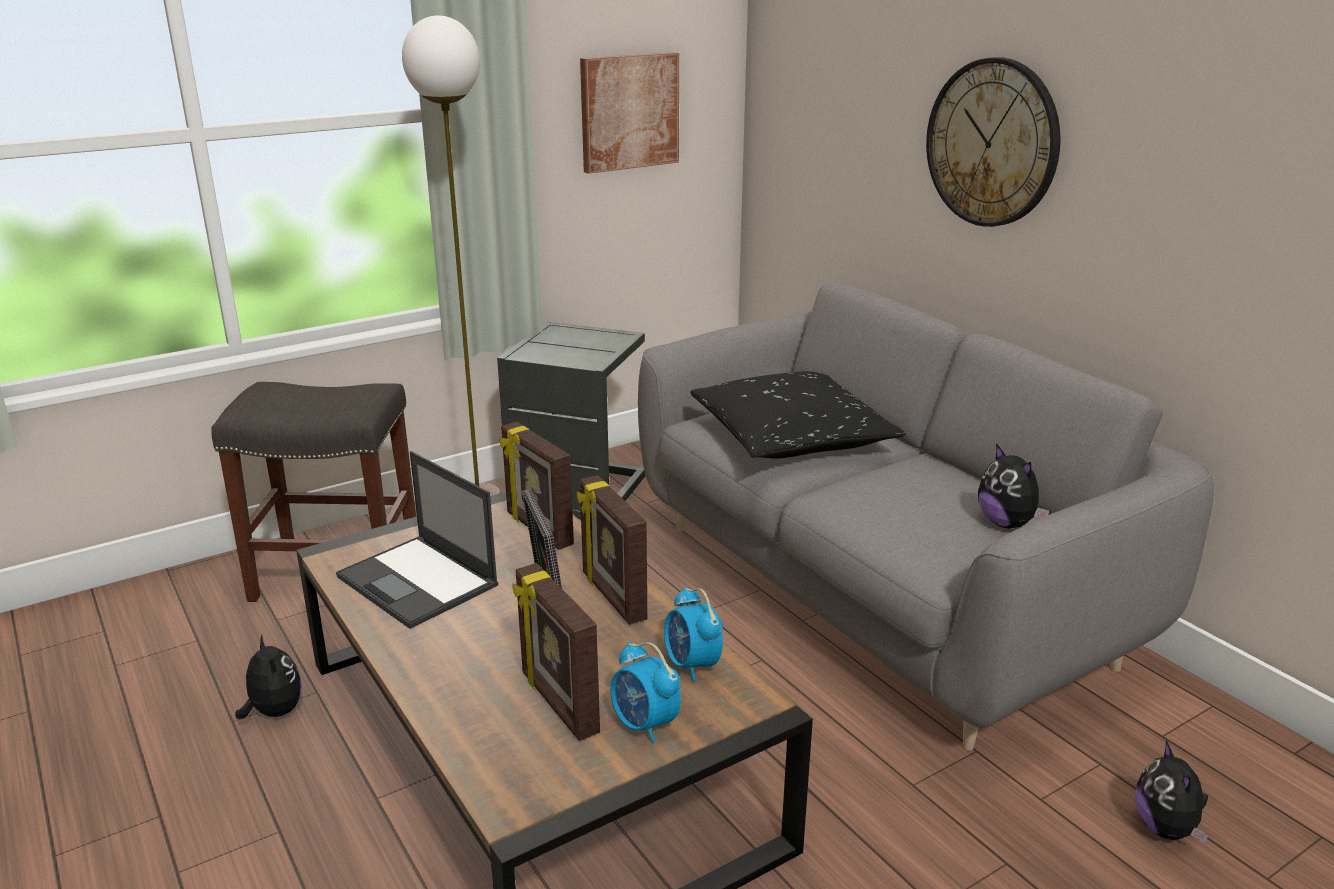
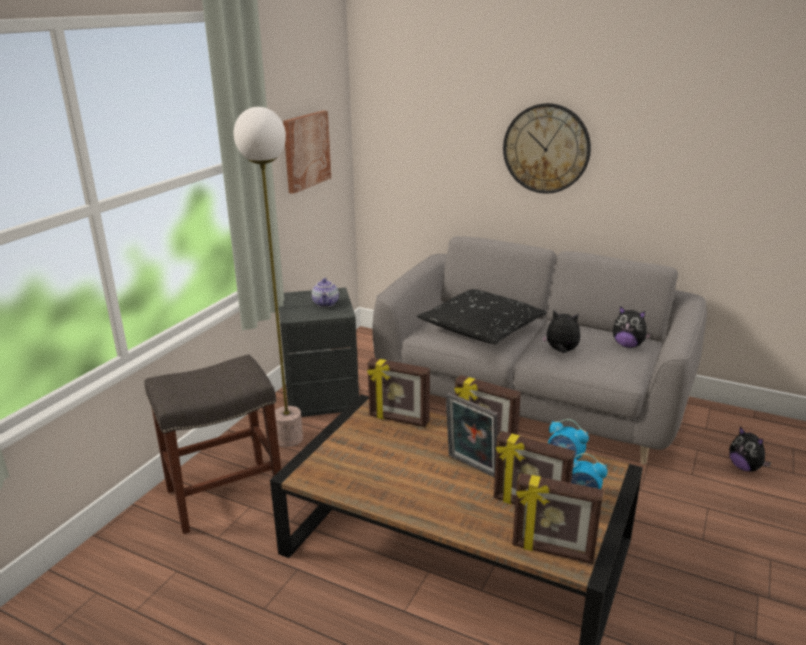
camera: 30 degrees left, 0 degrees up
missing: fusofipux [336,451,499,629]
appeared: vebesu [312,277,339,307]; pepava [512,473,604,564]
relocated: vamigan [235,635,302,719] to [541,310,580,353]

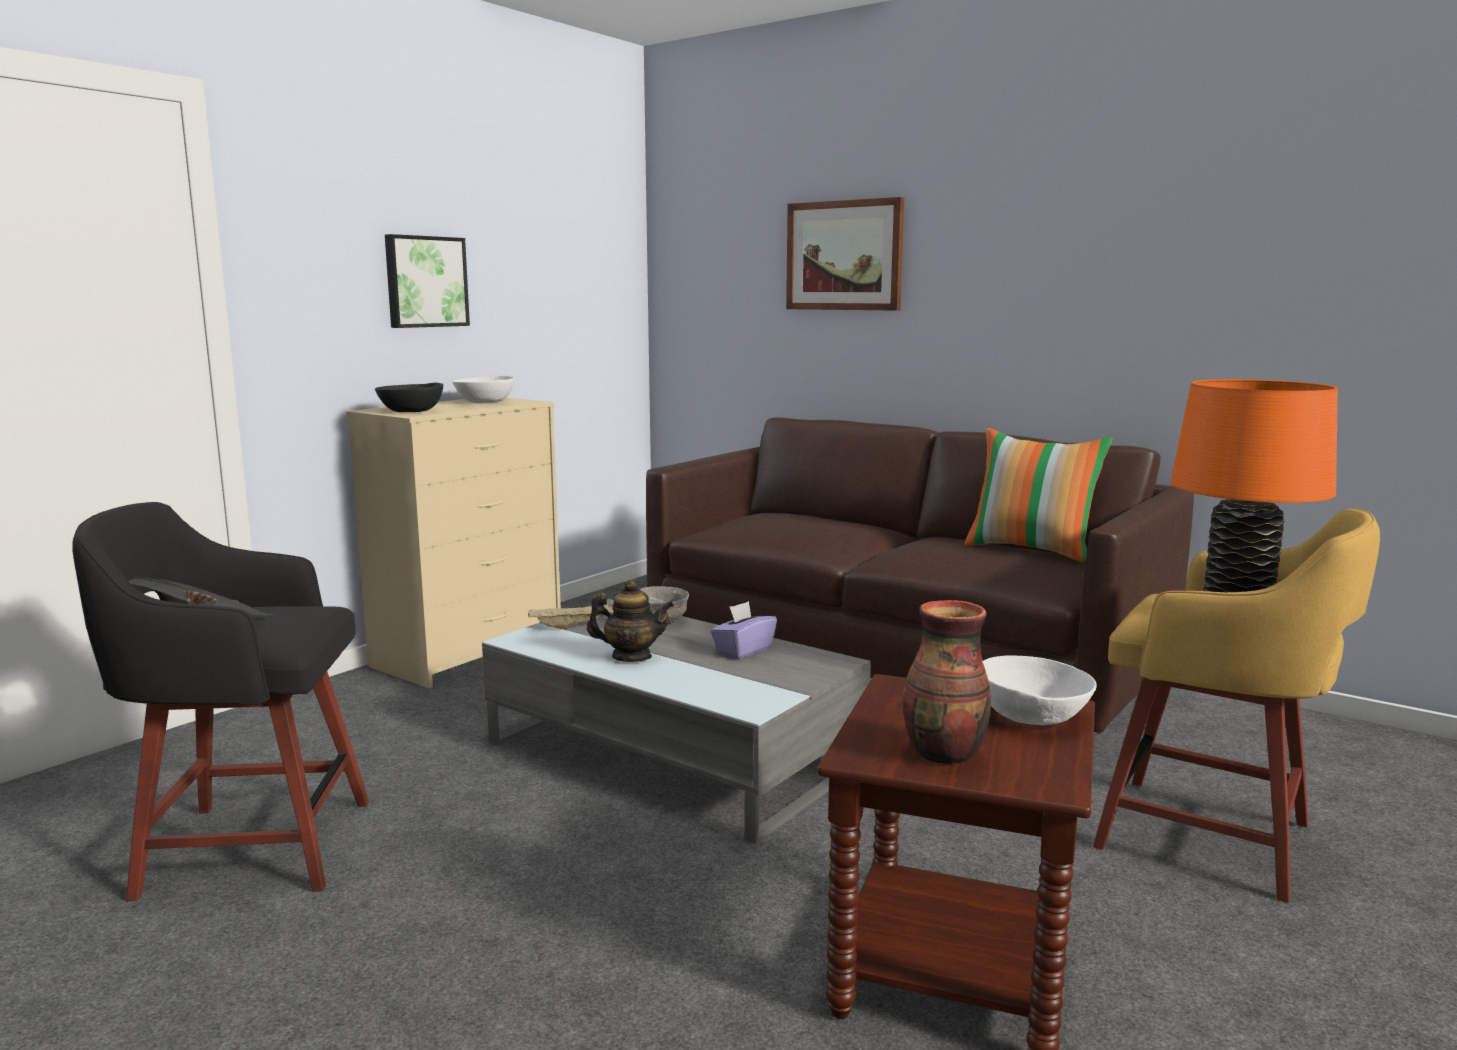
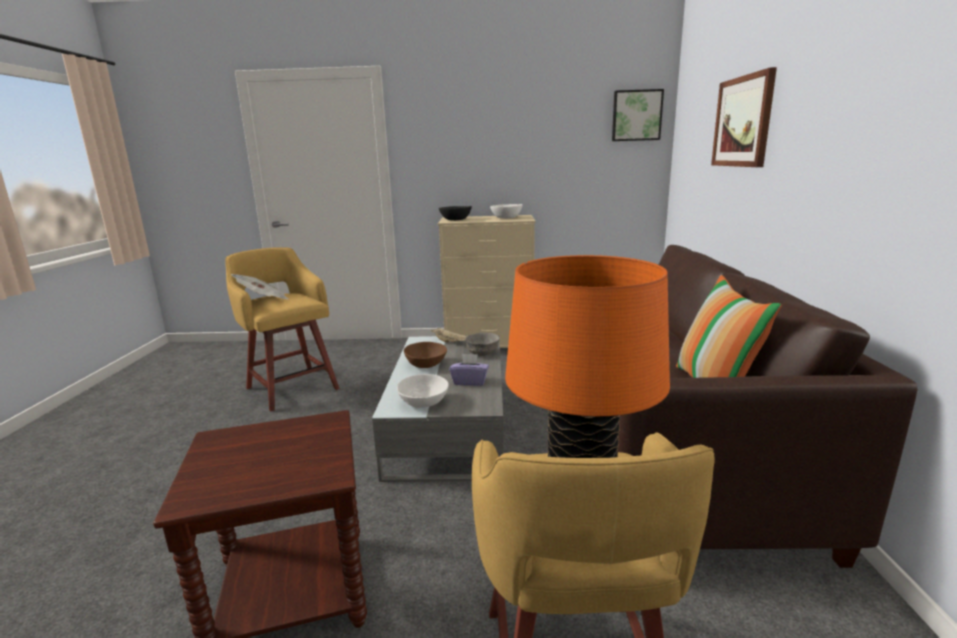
camera: 55 degrees right, 5 degrees up
missing: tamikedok [902,600,991,765]
relocated: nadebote [385,234,470,328] to [612,89,664,141]; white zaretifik [983,655,1097,725] to [397,374,449,408]
exchanged: vebesu [587,580,674,662] to brown zaretifik [404,342,447,368]
colour: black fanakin [72,502,369,901] to yellow fanakin [225,247,340,411]

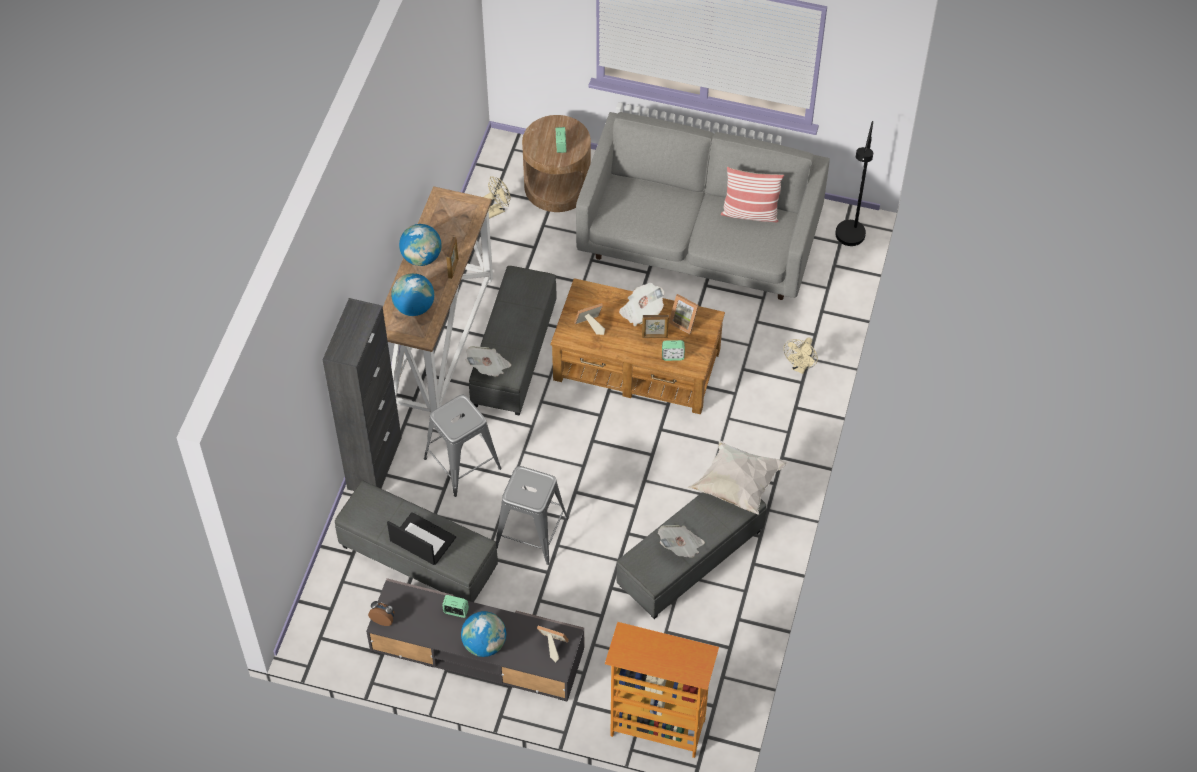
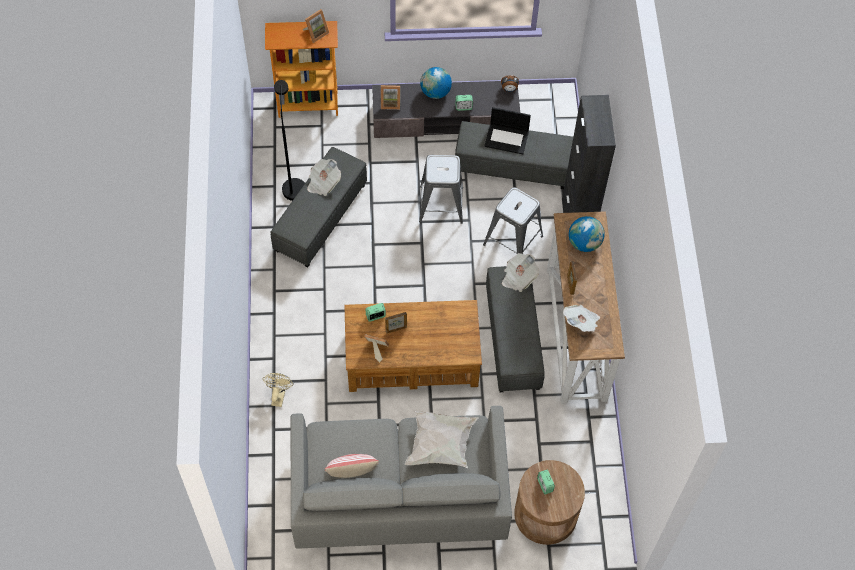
camera: 160 degrees right, 5 degrees up
missing: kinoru [399,224,442,266]; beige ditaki [484,176,511,219]
relocated: pepava [574,303,605,335] to [303,9,329,43]; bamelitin [619,283,665,326] to [563,305,600,332]; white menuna [688,440,788,515] to [405,411,479,468]; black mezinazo [835,121,873,246] to [274,80,305,201]

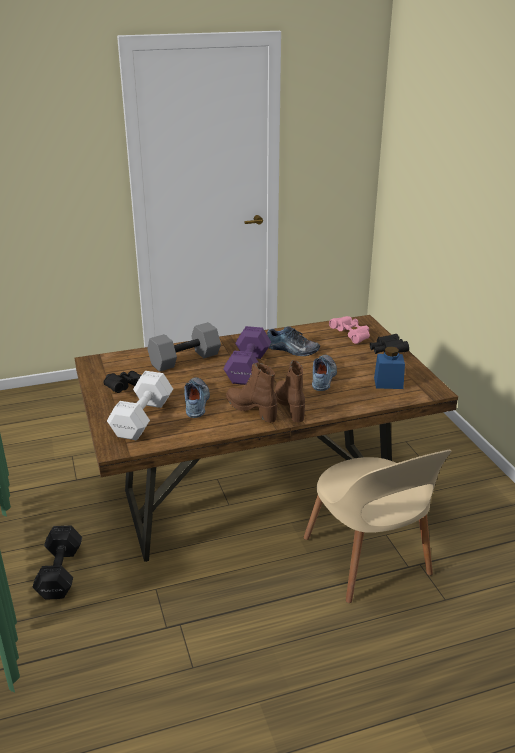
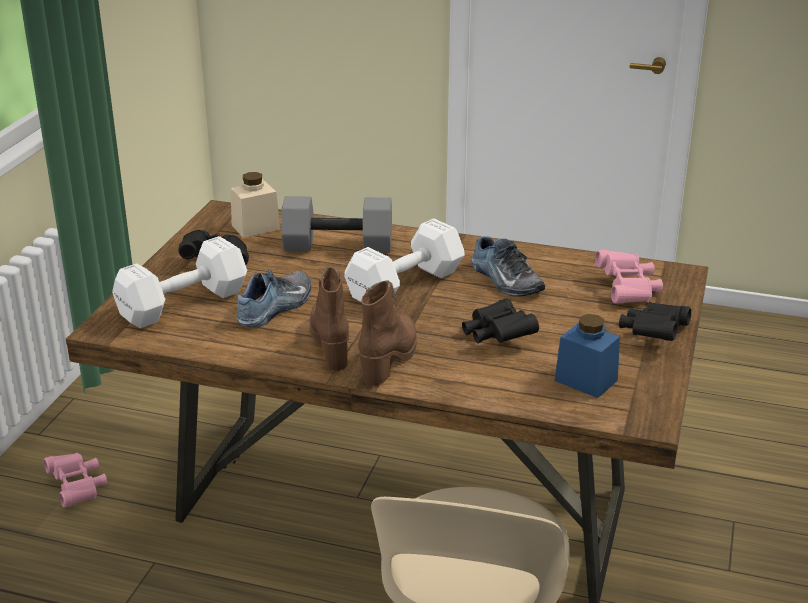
camera: 35 degrees right, 0 degrees up
appeared: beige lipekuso [231,172,280,238]
exchanged: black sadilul [32,526,82,600] to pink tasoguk [44,453,107,508]; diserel [312,355,337,391] to black tasoguk [462,298,539,344]
colour: purple sadilul [223,326,271,385] to white sadilul [344,218,465,302]

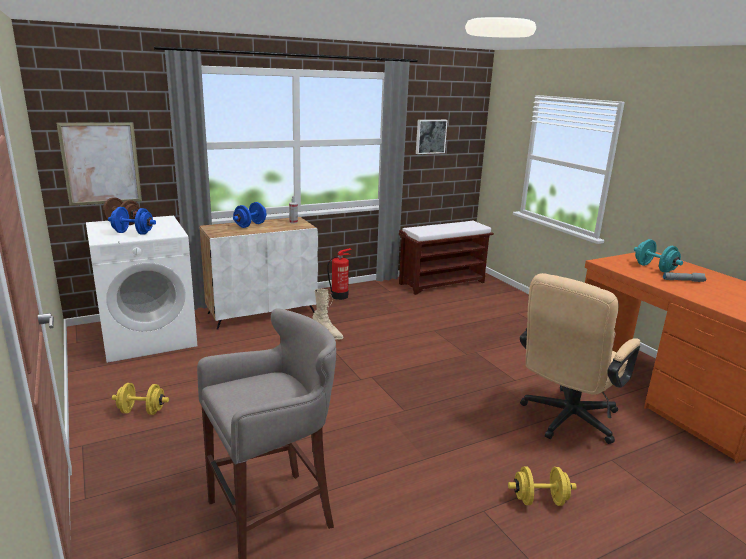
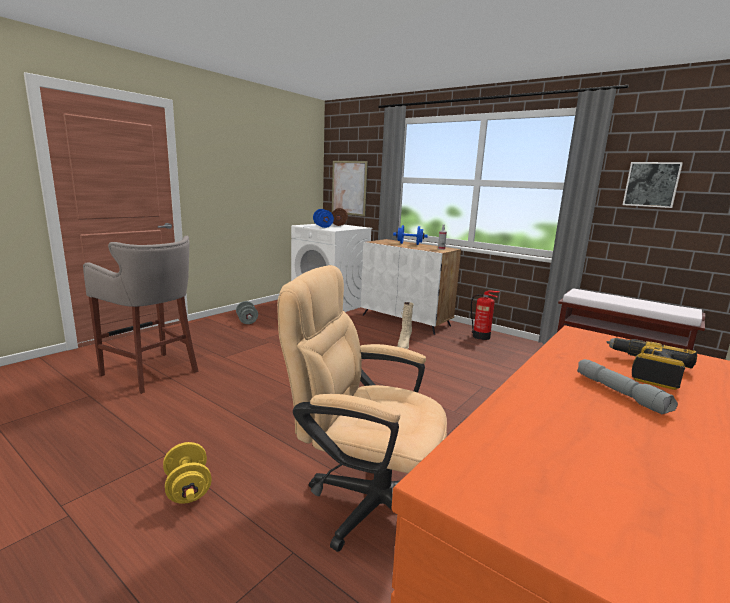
camera: 65 degrees right, 5 degrees down
exchanged: turquoise sadilul [634,239,683,273] to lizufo [606,338,697,390]
colour: yellow sadilul [112,383,169,415] to grey sadilul [236,301,258,324]

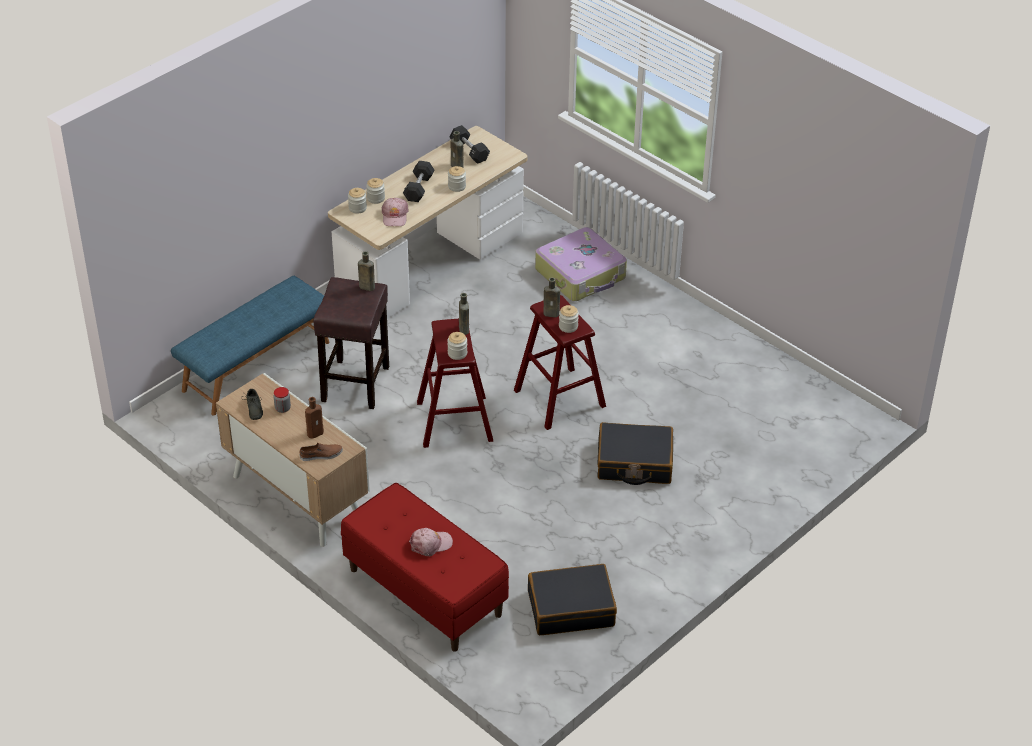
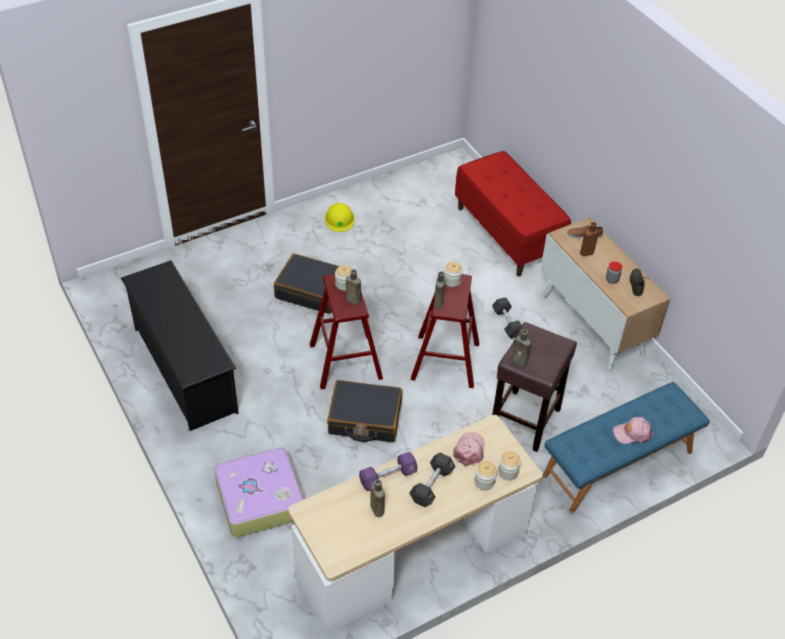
camera: 165 degrees left, 5 degrees up
appeared: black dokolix [121,260,239,431]; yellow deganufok [325,203,355,232]
relocated: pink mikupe [409,528,453,556] to [613,417,653,444]; black sadilul [450,125,490,164] to [492,297,522,339]; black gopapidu [528,564,617,635] to [327,380,402,442]
exchanged: lipekuso [448,166,466,192] to purple sadilul [359,452,417,491]

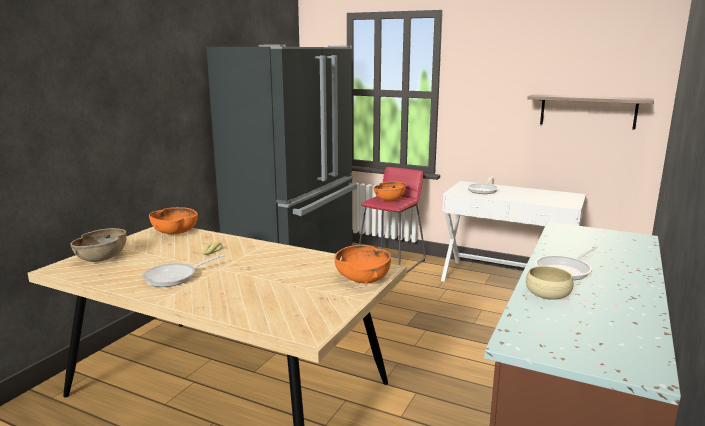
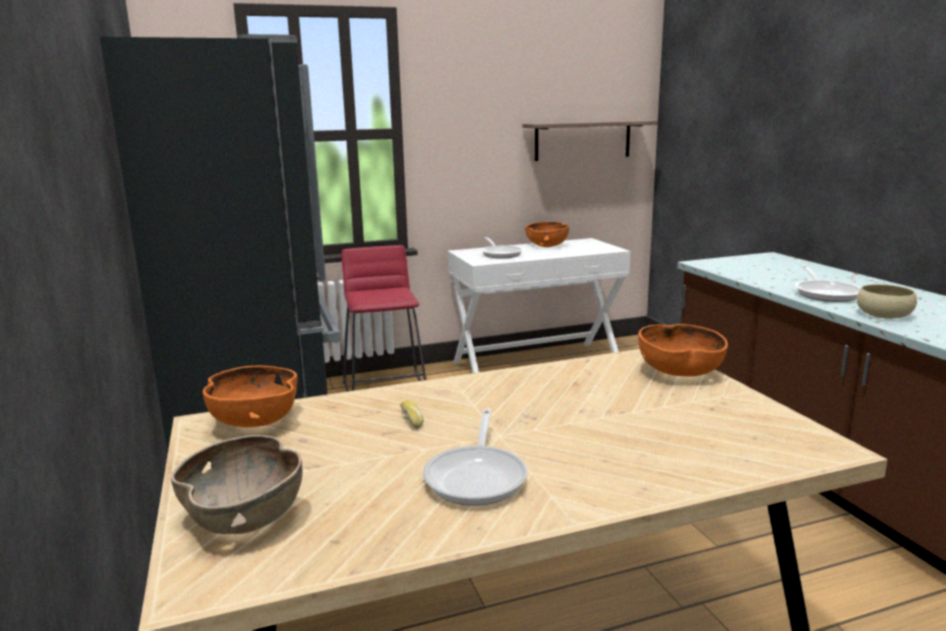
camera: 45 degrees left, 0 degrees up
relocated: orange zaretifik [374,181,406,201] to [525,222,569,247]

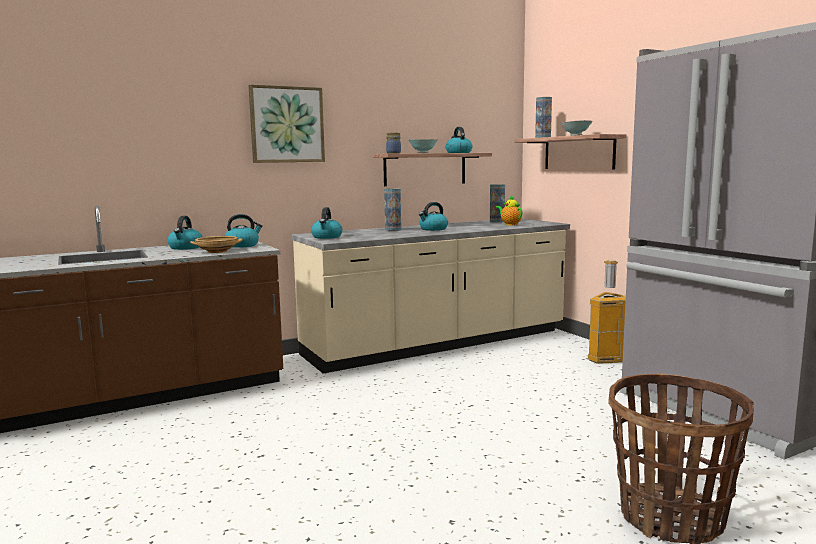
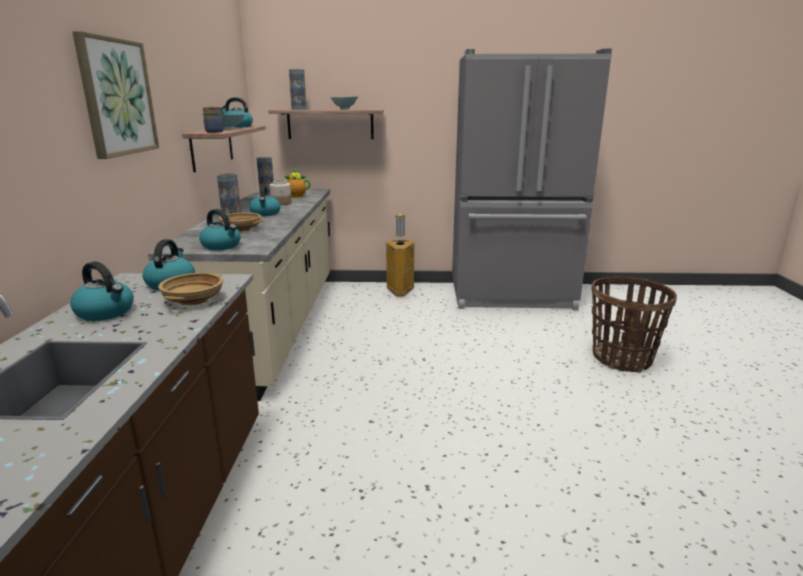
camera: 60 degrees left, 10 degrees up
appeared: beige zaretifik [219,213,263,232]; lipekuso [269,180,292,205]

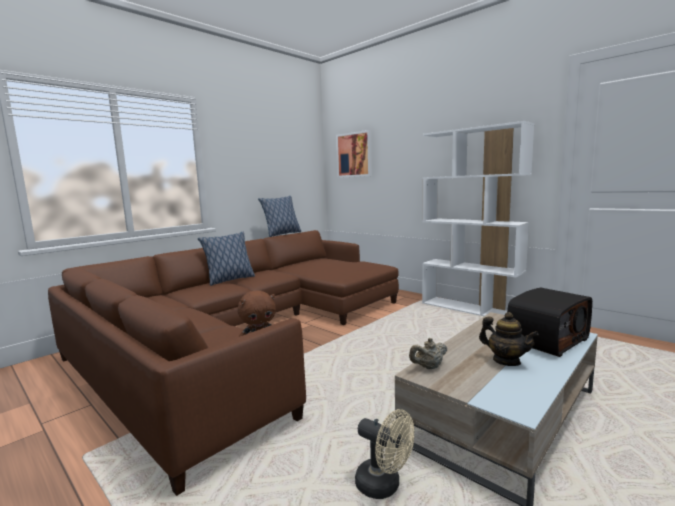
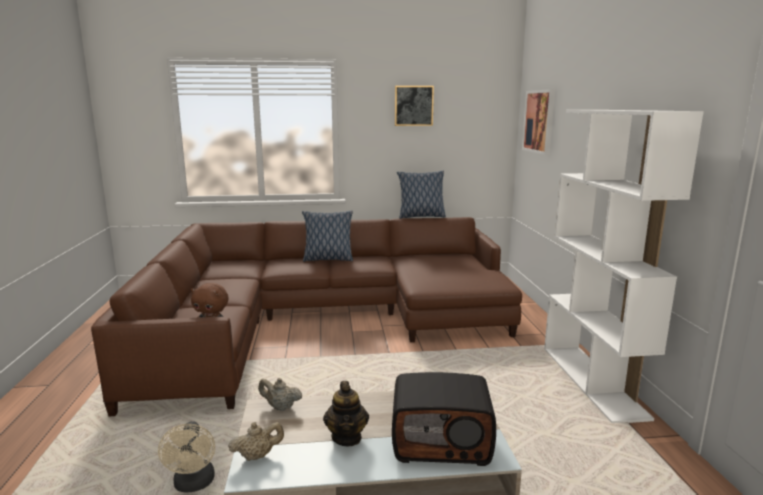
camera: 40 degrees right, 5 degrees up
appeared: beige vebesu [228,422,284,461]; nadebote [395,86,434,126]

